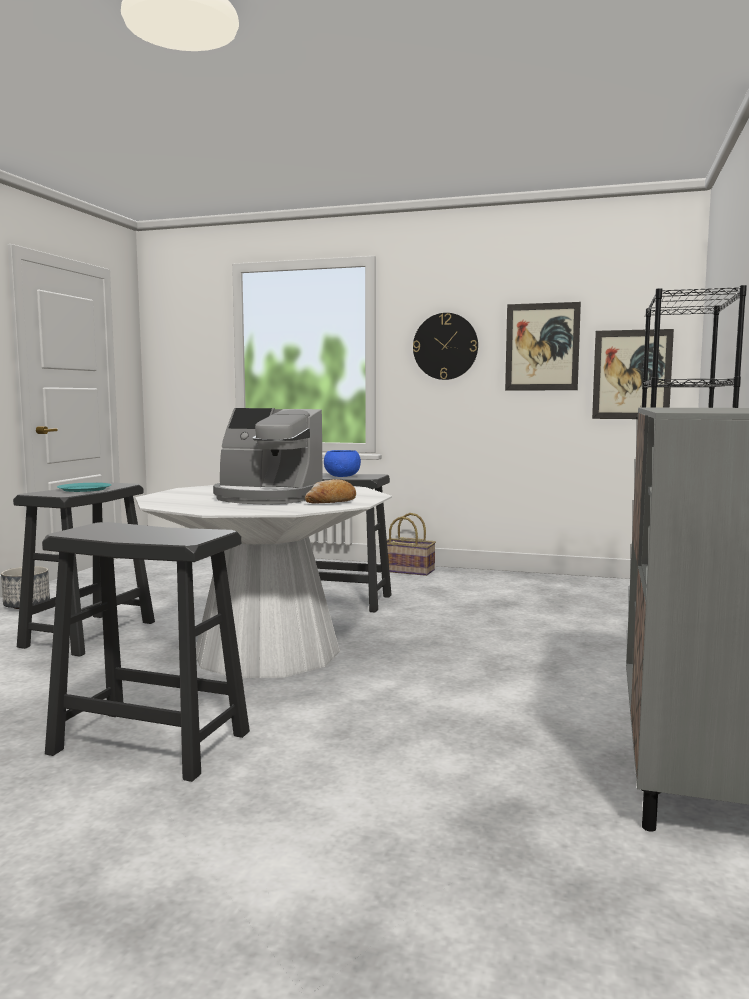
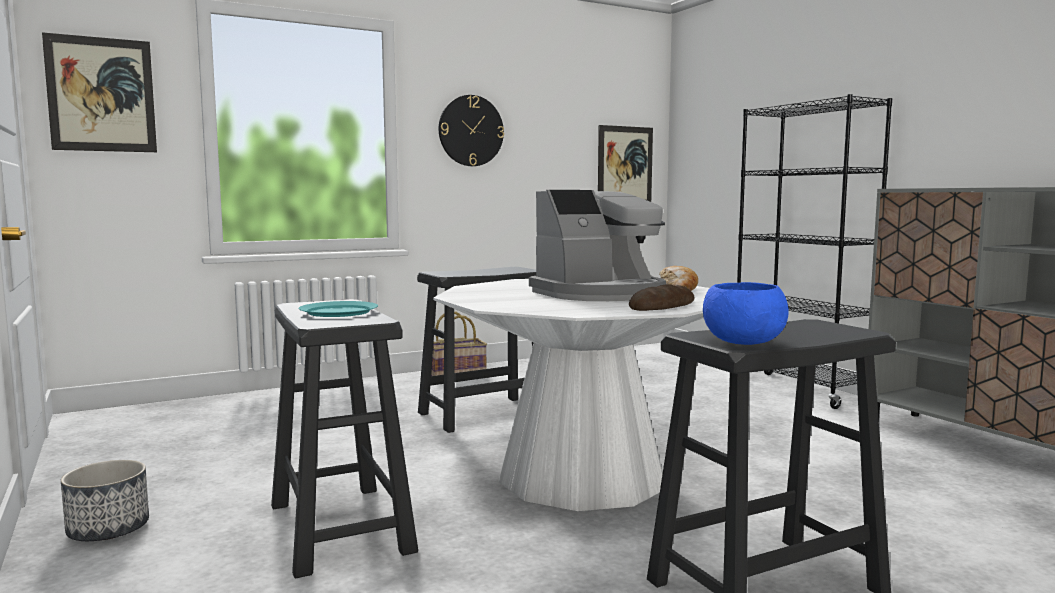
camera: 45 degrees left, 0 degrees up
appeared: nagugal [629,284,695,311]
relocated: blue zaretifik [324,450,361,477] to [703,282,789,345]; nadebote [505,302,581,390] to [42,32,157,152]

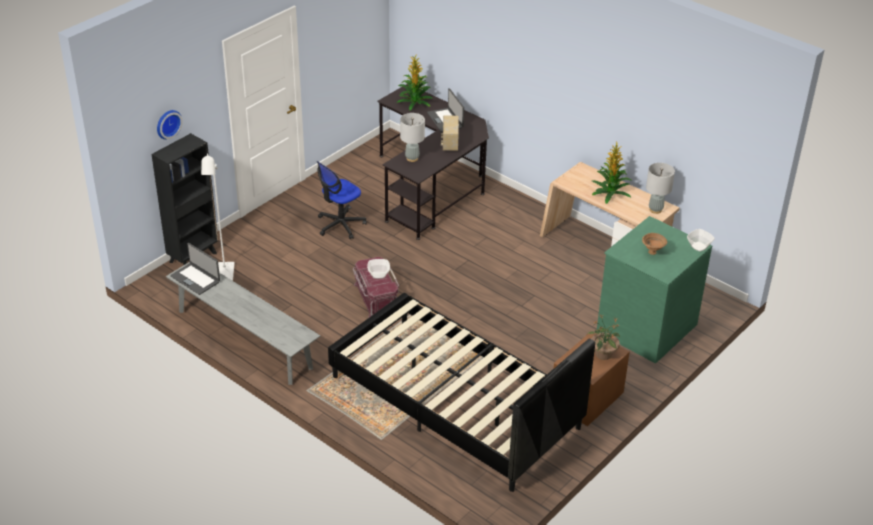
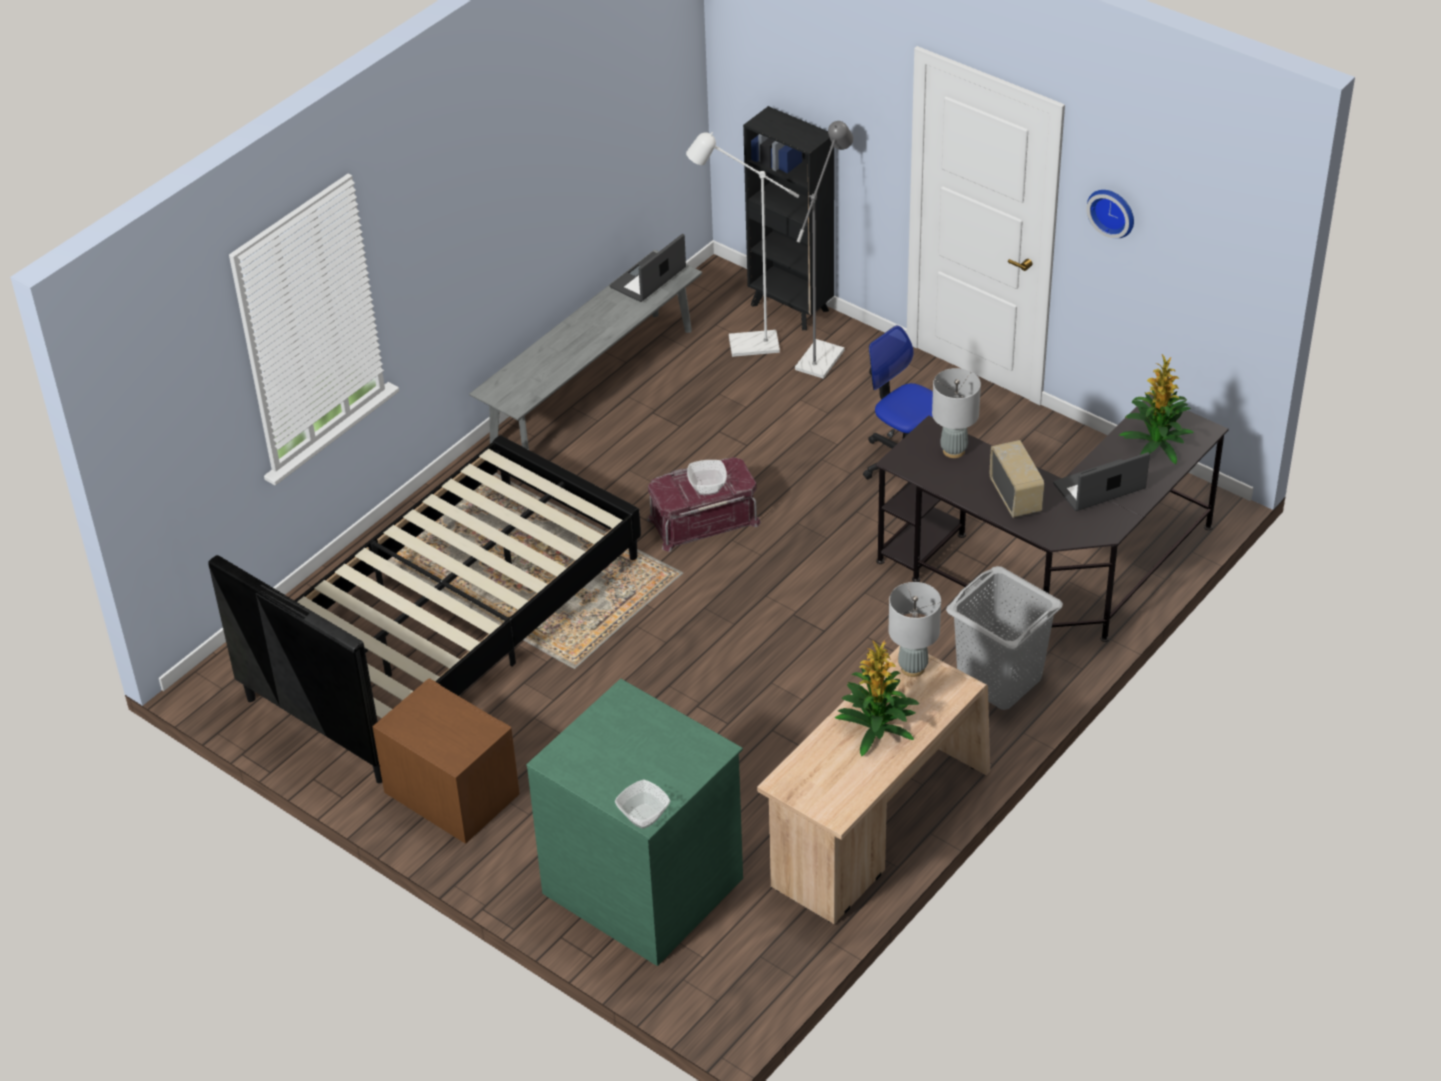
camera: 90 degrees right, 5 degrees up
missing: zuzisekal [588,314,620,360]; brown zaretifik [642,233,667,255]
appeared: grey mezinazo [795,121,853,379]; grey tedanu [946,566,1063,710]
relocated: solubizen [157,110,183,140] to [1086,190,1134,238]; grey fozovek [646,163,675,214] to [889,582,941,677]
spun: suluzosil [441,115,459,151] = [989,440,1044,518] 75 degrees clockwise

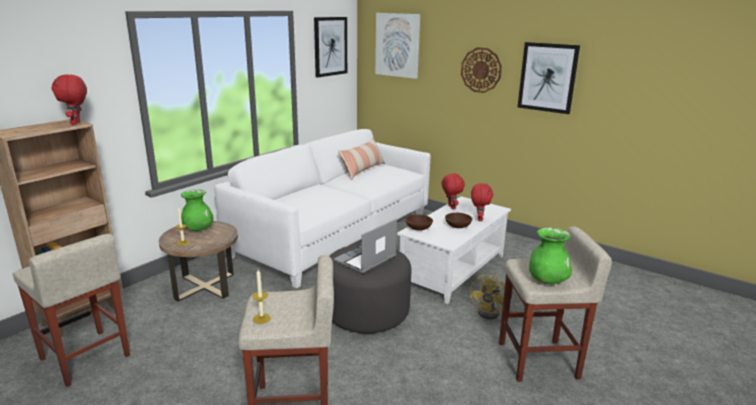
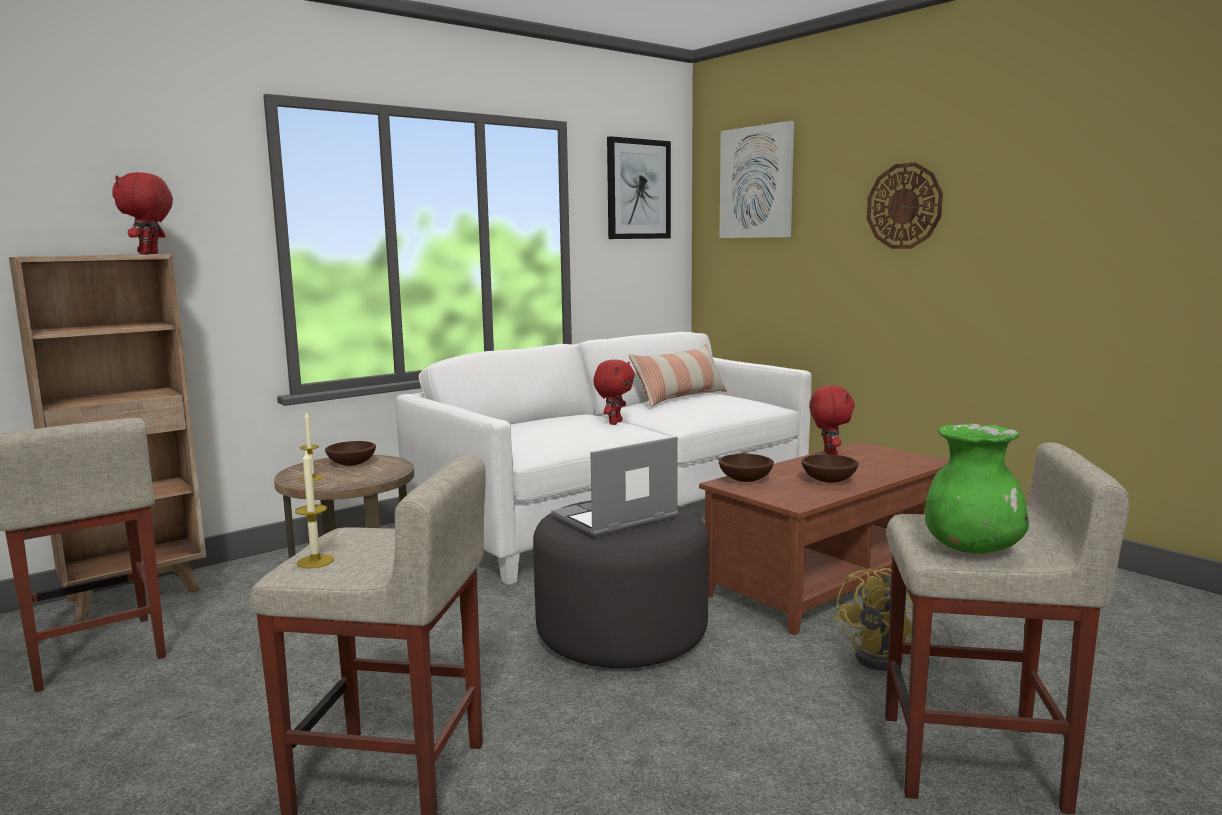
camera: 15 degrees right, 10 degrees down
missing: nadebote [518,42,580,114]
relocated: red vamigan [471,183,493,221] to [593,360,635,425]
exchanged: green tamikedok [181,190,213,231] to brown zaretifik [325,441,376,466]
colour: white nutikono [397,196,511,304] to brown nutikono [699,442,949,635]

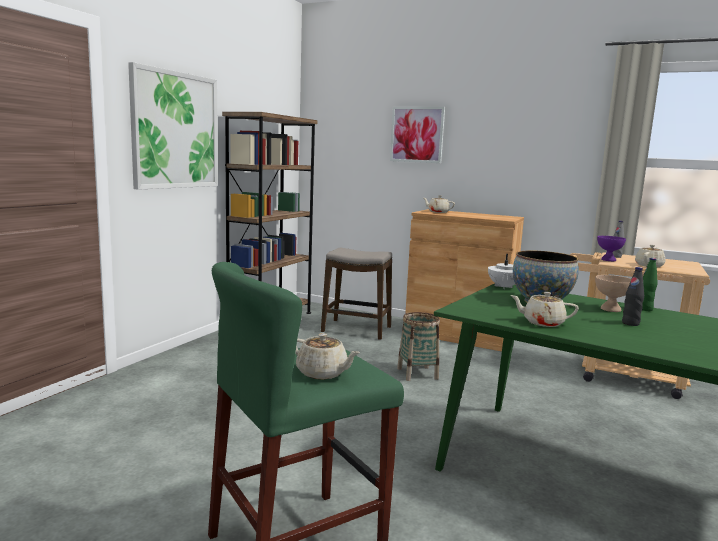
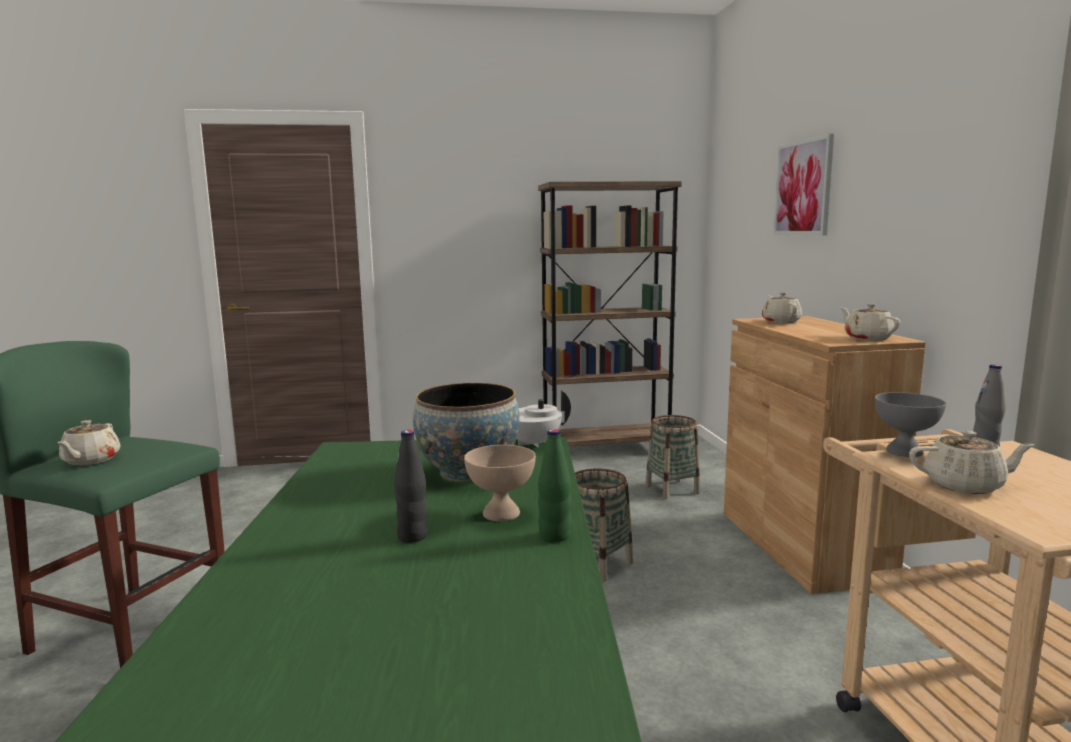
camera: 55 degrees right, 0 degrees up
missing: nadebote [128,62,218,190]
relocated: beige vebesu [510,292,579,327] to [840,304,900,341]
exchanged: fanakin [321,248,392,340] to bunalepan [645,415,700,499]
colour: purple zaretifik [597,236,626,261] to grey zaretifik [875,392,946,457]

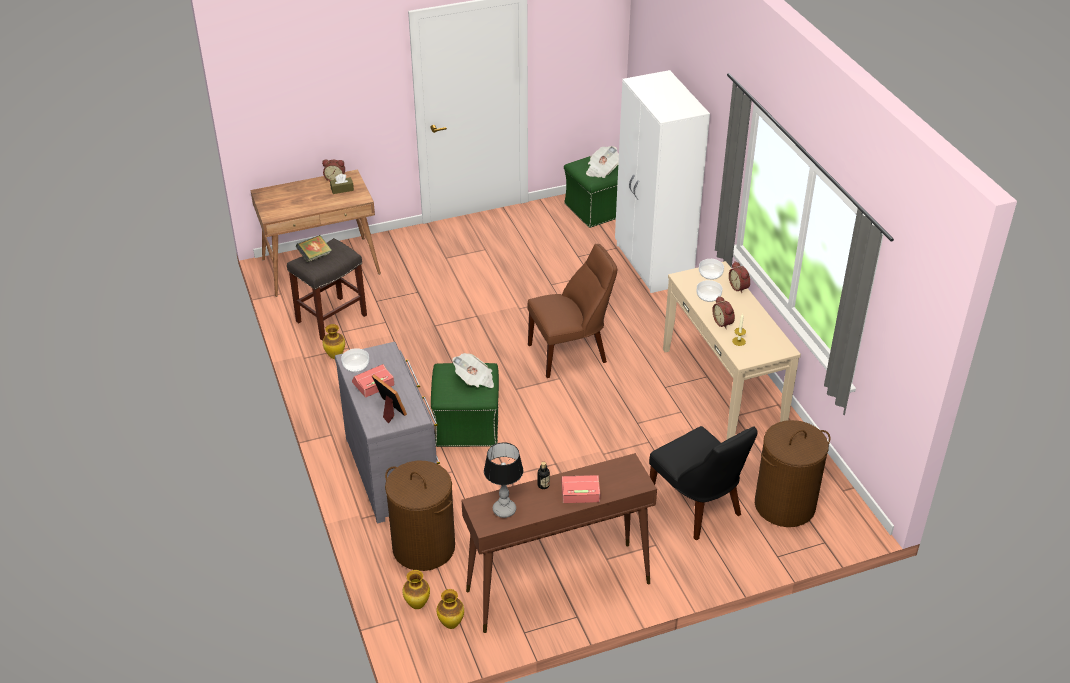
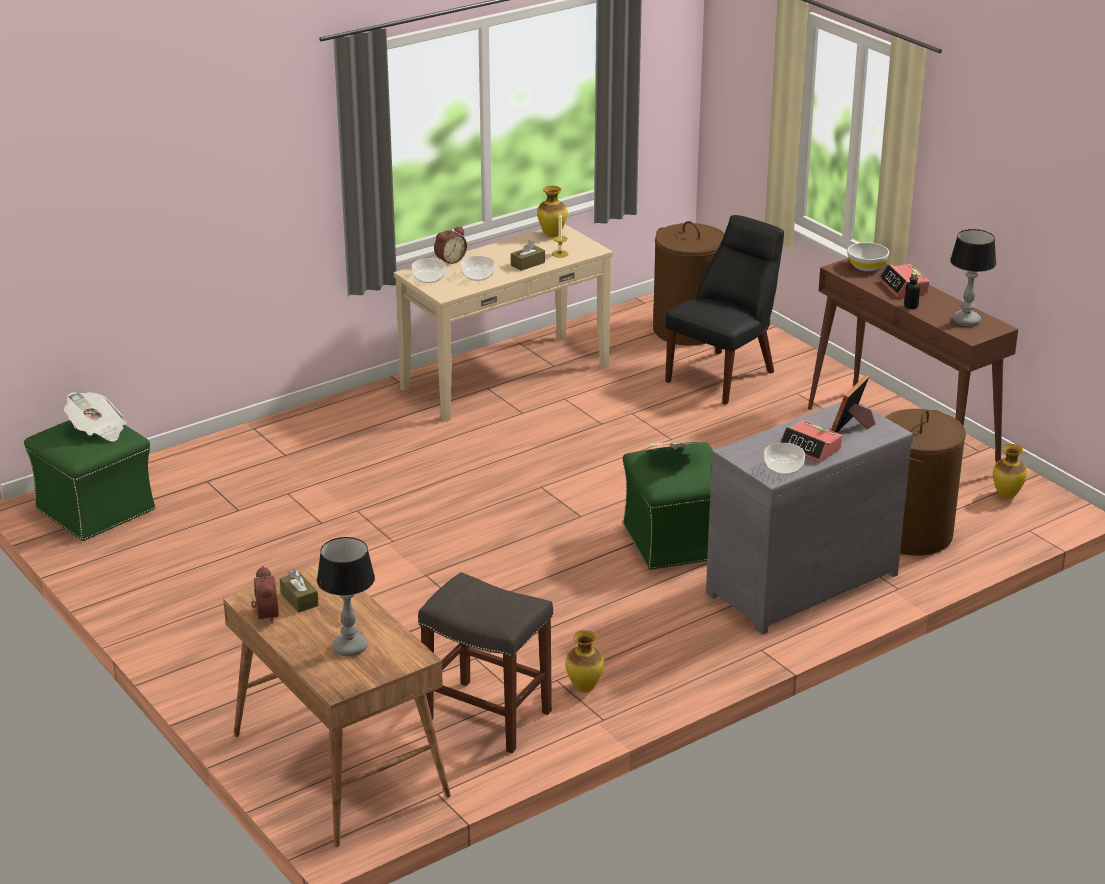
camera: 105 degrees left, 10 degrees down
missing: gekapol [295,235,332,262]; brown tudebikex [527,244,617,378]; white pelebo [615,70,710,293]
appeared: fozovek [317,537,375,656]; white zaretifik [847,242,889,271]
relocated: tamikedok [403,570,430,609] to [537,186,567,237]
exchanged: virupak [712,296,735,328] to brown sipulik [511,240,545,271]

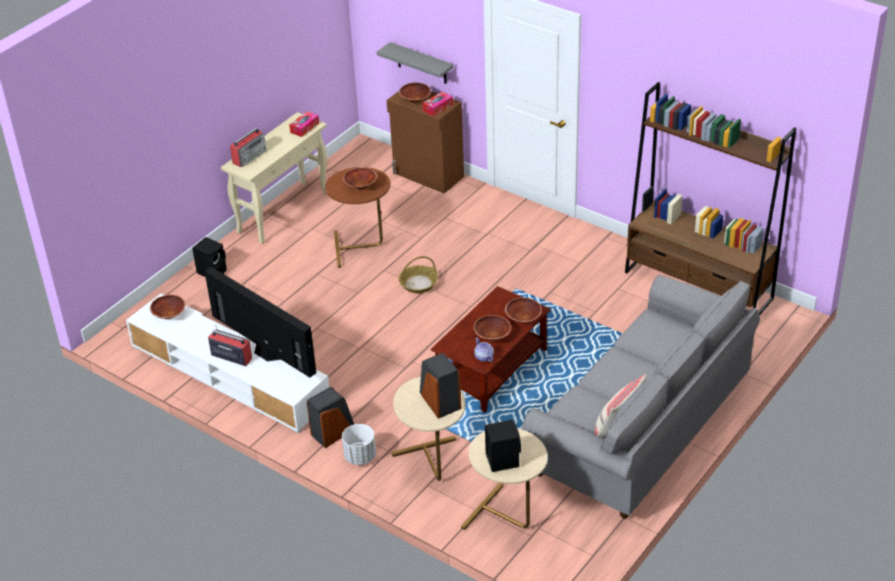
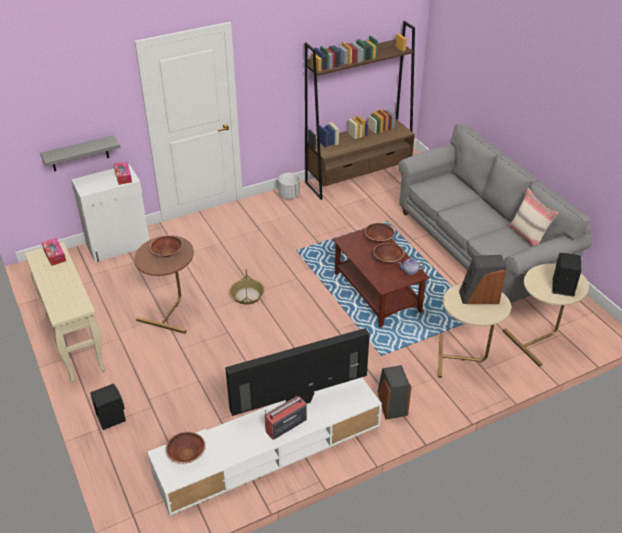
camera: 65 degrees left, 0 degrees up
missing: suluzosil [230,128,266,167]; brown zaretifik [399,83,431,103]
relocated: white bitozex [342,424,376,465] to [278,173,300,199]
colour: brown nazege [387,91,464,193] to white nazege [71,164,149,262]

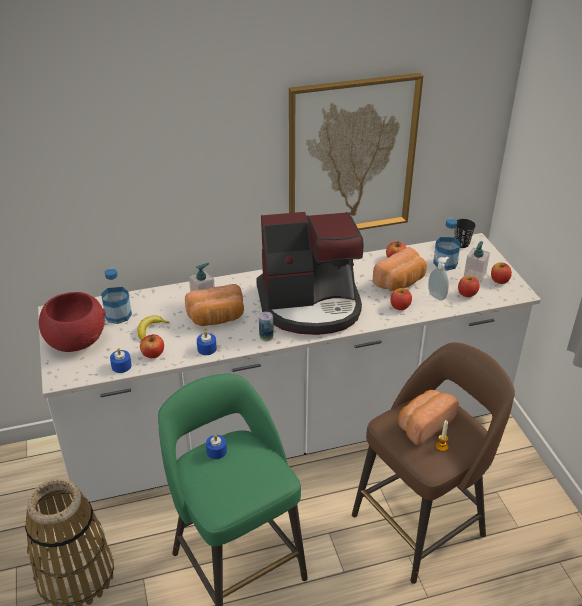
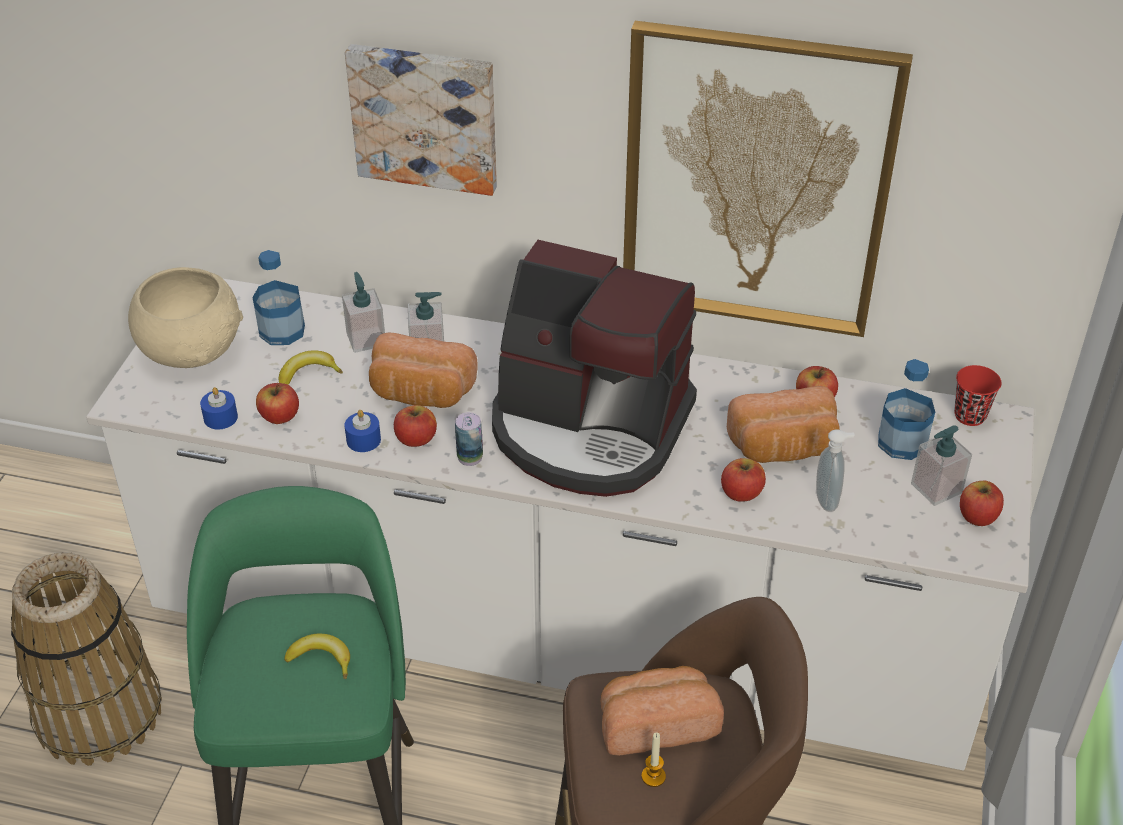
camera: 30 degrees right, 5 degrees up
missing: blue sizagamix [206,435,227,459]
appeared: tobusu [284,634,350,679]; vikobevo [342,272,385,353]; nadebote [345,44,497,196]
relocated: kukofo [458,276,480,297] to [394,405,437,447]
colour: red zaretifik [39,292,106,352] to beige zaretifik [128,267,243,368]; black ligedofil [454,219,476,248] to red ligedofil [954,365,1002,426]

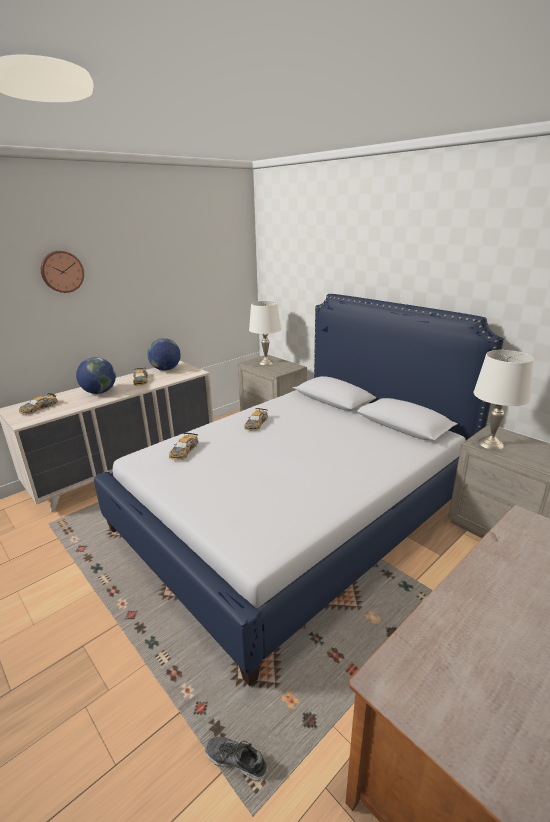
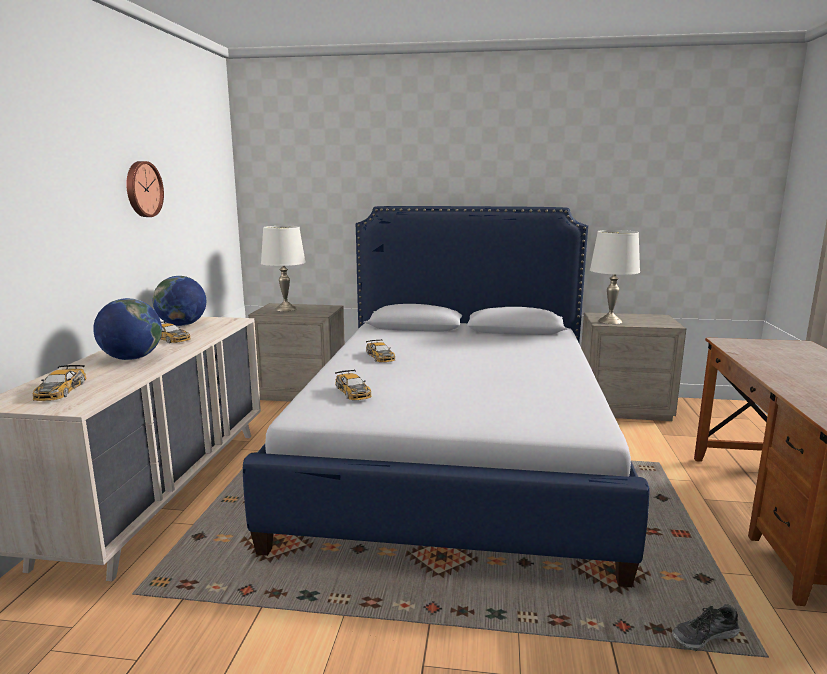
camera: 40 degrees left, 10 degrees down
relocated: solubizen [41,251,84,293] to [126,161,164,217]

